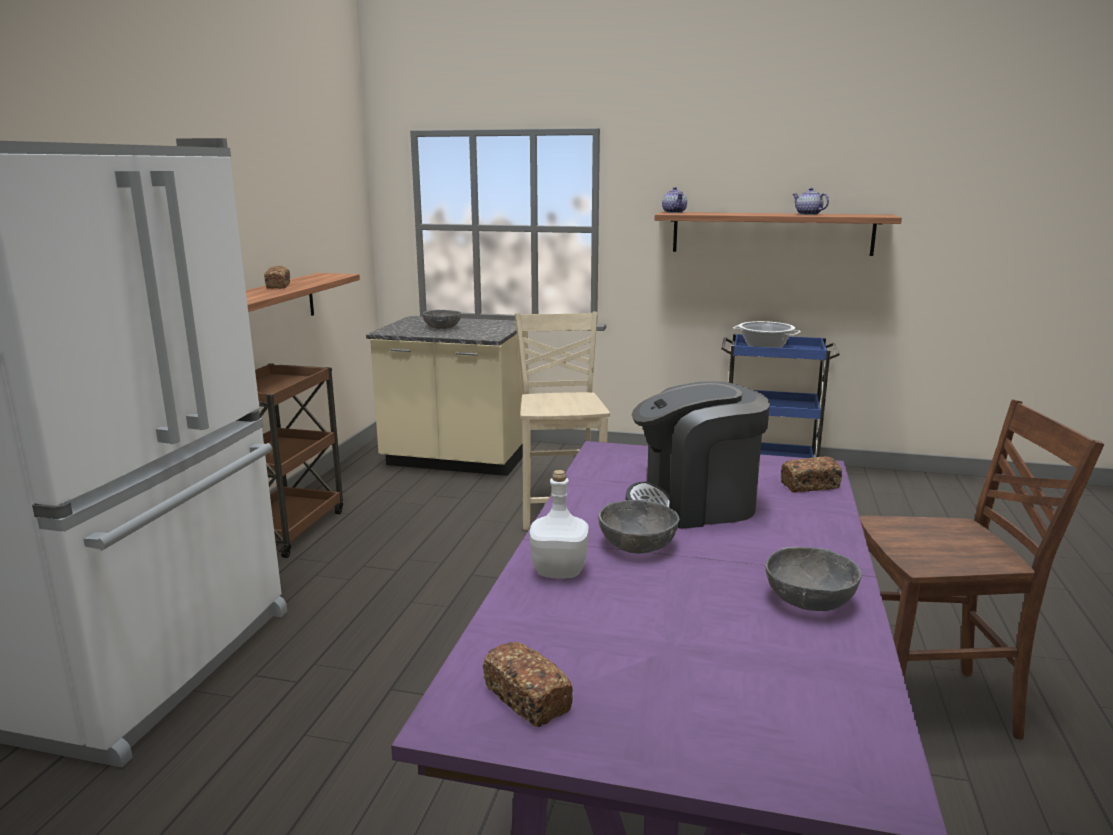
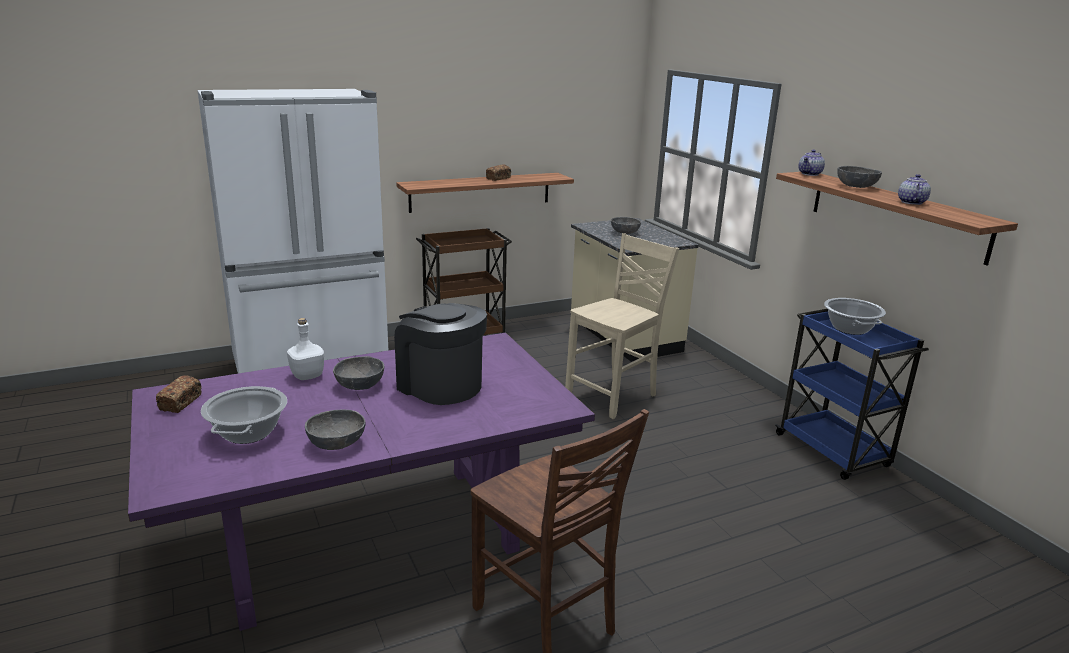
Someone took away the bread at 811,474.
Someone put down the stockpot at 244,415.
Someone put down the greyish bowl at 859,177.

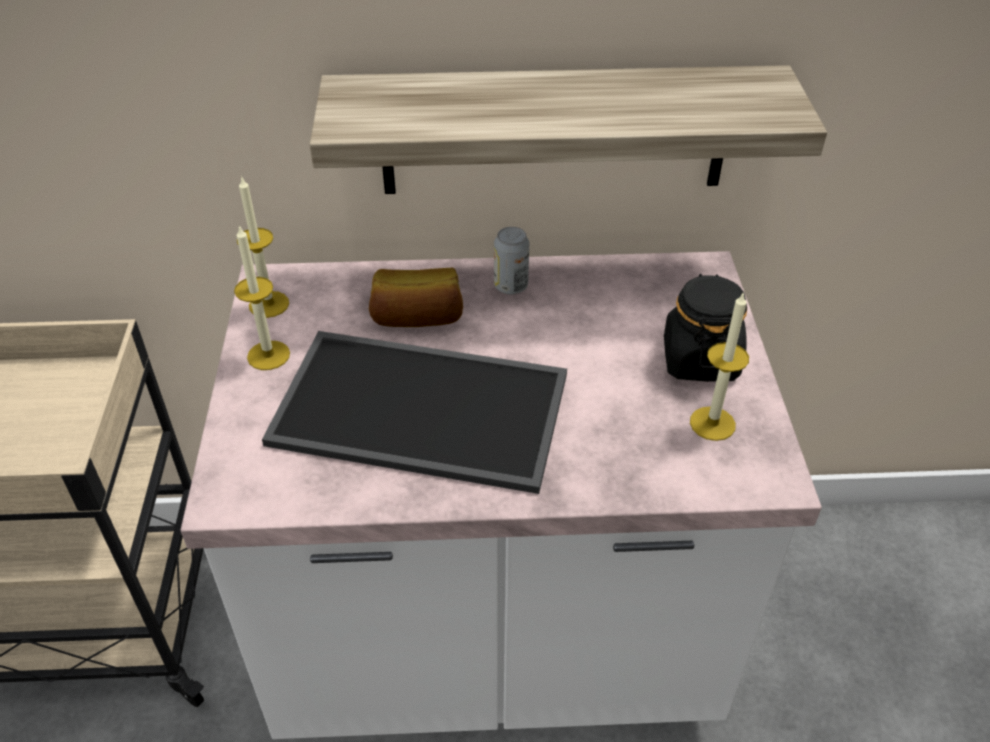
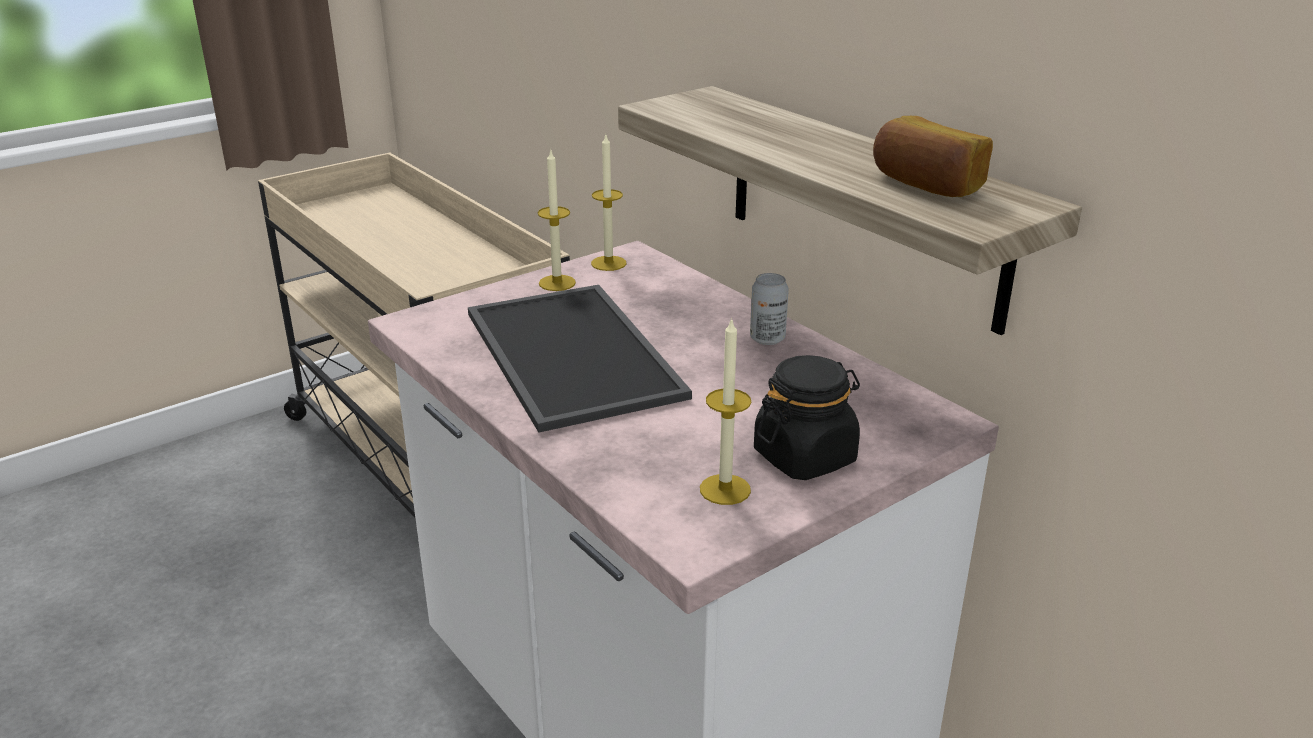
Someone carried the bread from 416,297 to 933,156.

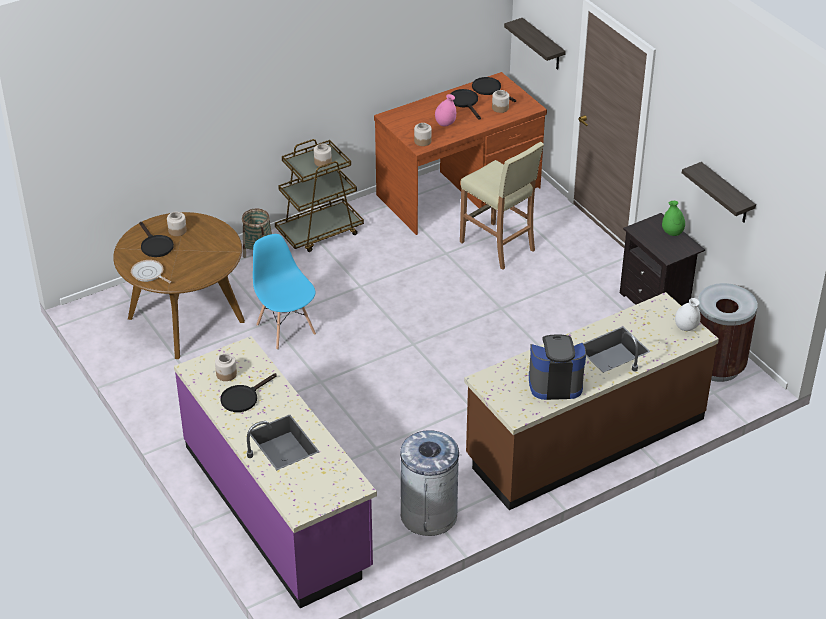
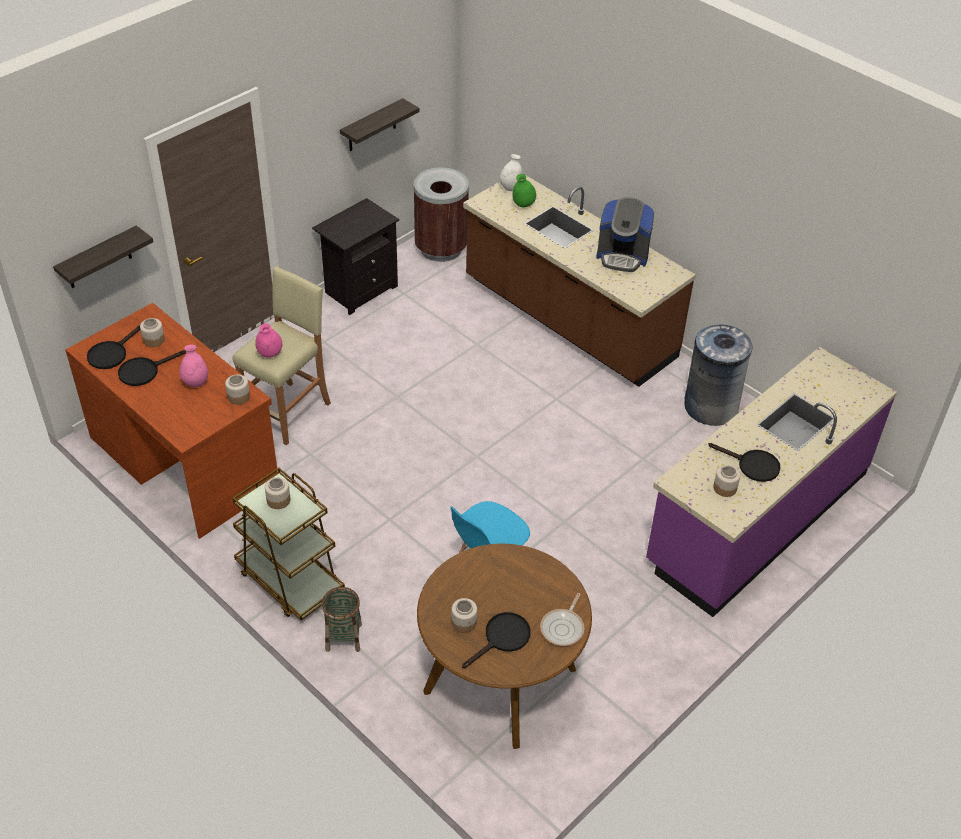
Someone rotated the coffee machine at 557,367 by 60 degrees counterclockwise.
Someone carried the greenish decorative vase from 673,218 to 524,190.
Someone put down the pink decorative vase at 269,340.

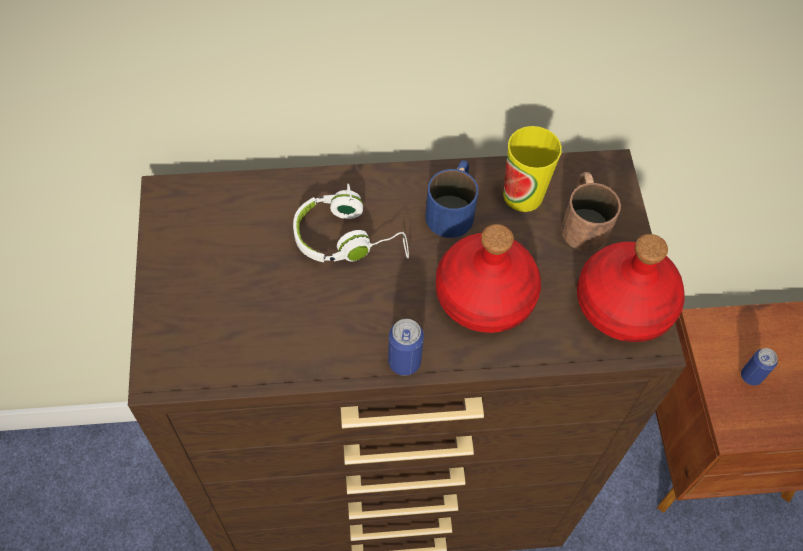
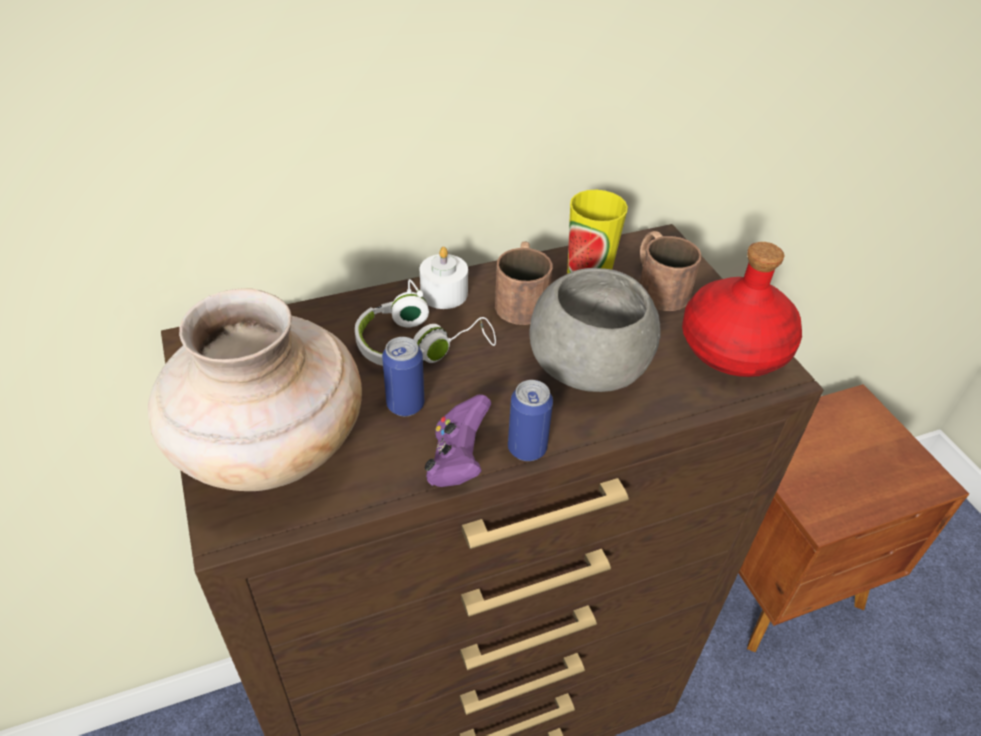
Someone repainted the bluish mug at 452,199, which became the brown mug at 523,283.
Someone swapped the reddish beverage bottle at 488,278 for the greyish bowl at 595,330.
Someone carried the sealed can from 759,367 to 403,376.
Someone put down the sand-coloured decorative vase at 255,390.
Someone put down the white-coloured wax light at 444,278.
Someone put down the purple-coloured game controller at 457,440.

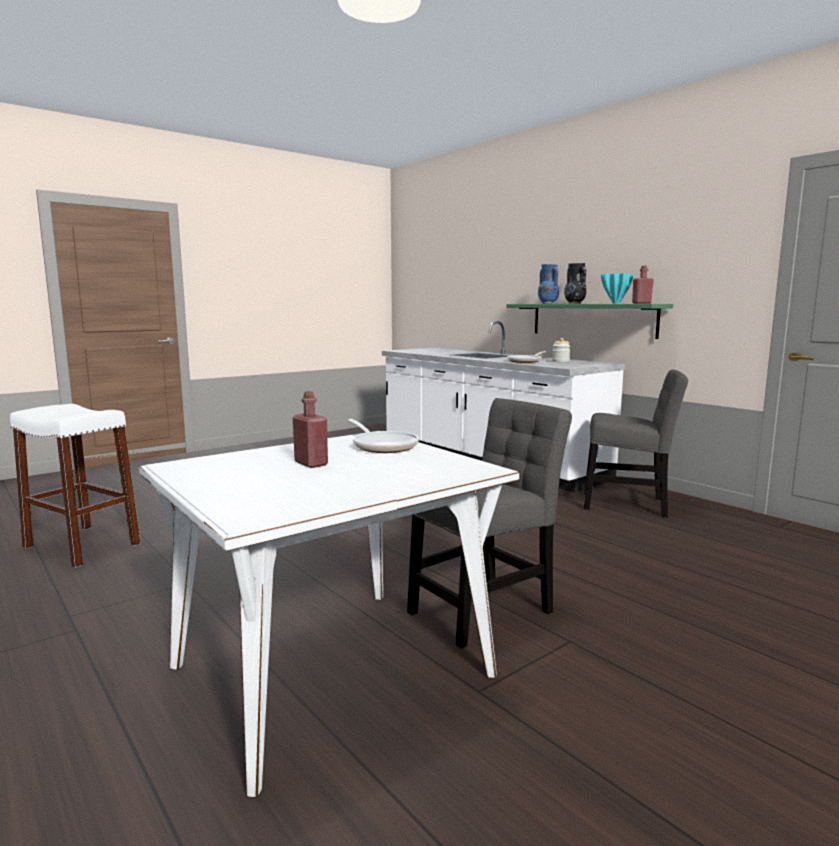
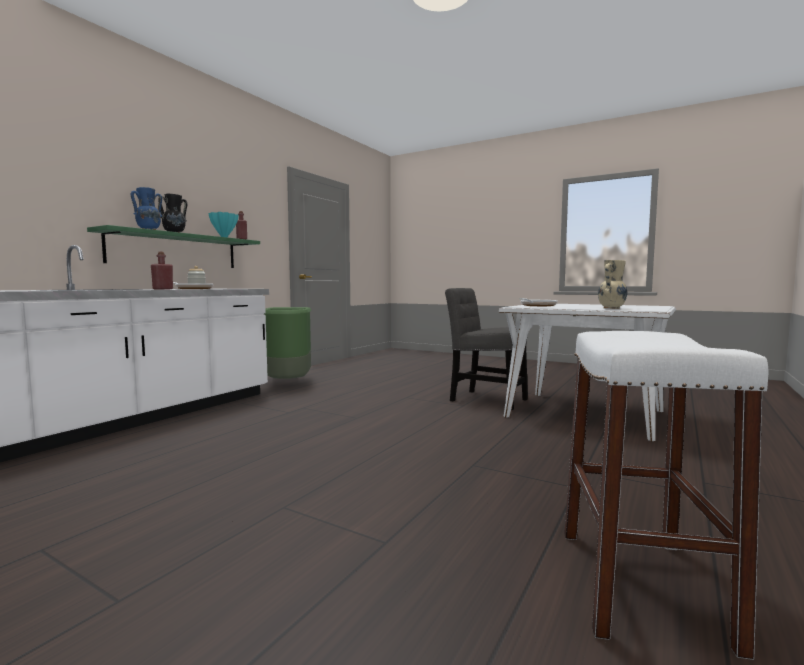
Someone carried the reddish beverage bottle from 310,429 to 162,270.
Someone swapped the greyish chair at 636,443 for the greenish trash can at 287,343.
Someone put down the sand-coloured decorative vase at 612,284.

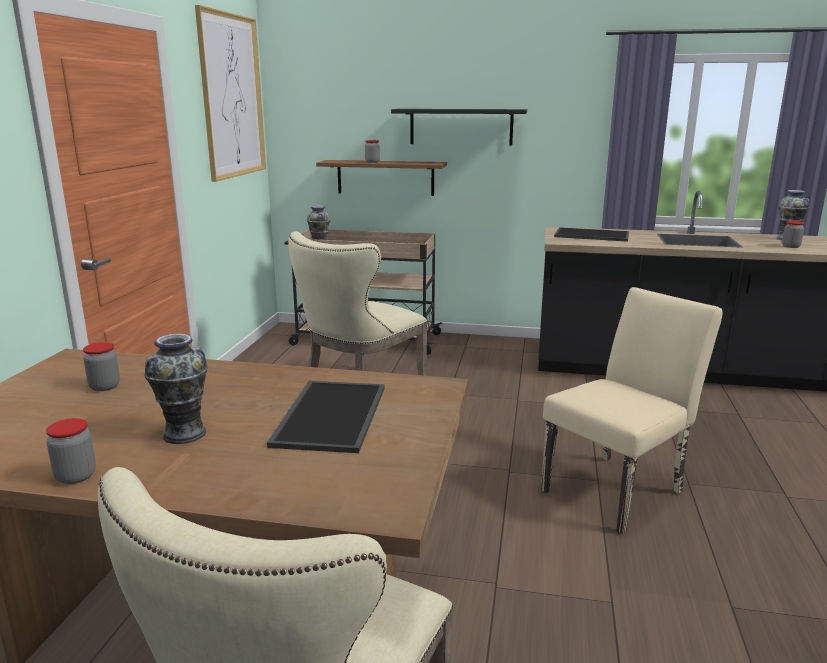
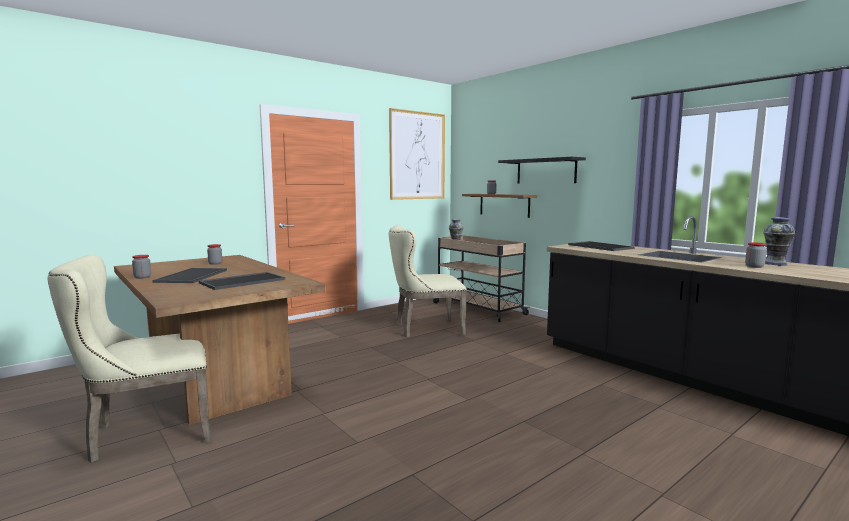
Someone swapped the decorative vase at 176,389 for the carrying tray at 189,275.
Someone took away the sand-coloured chair at 632,410.

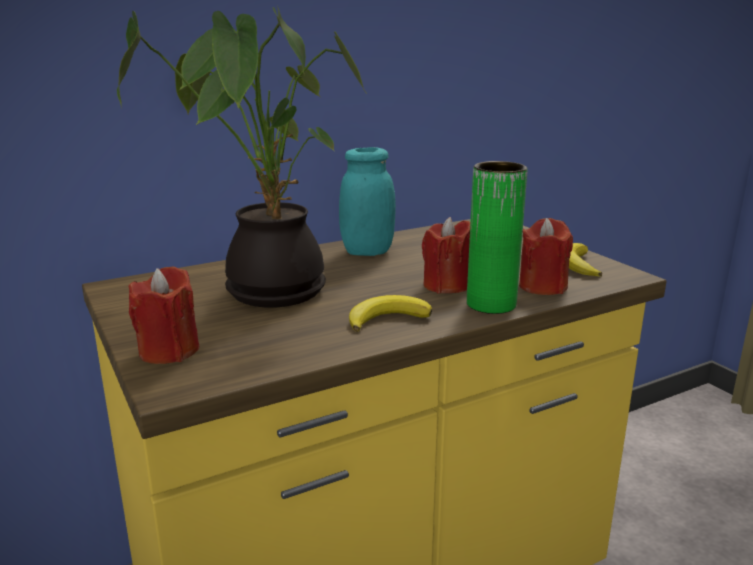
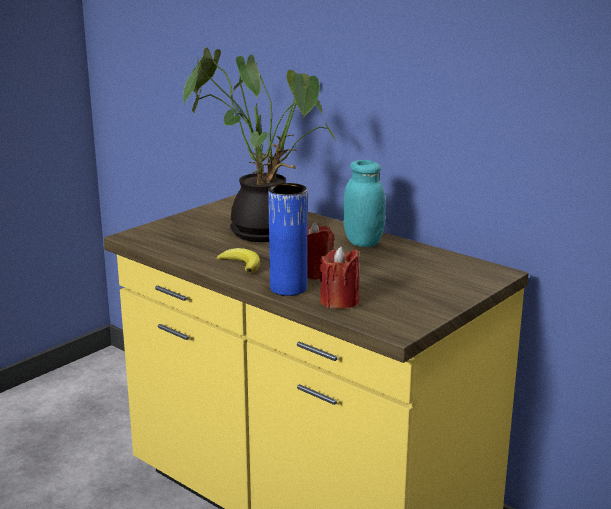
Someone took away the reddish wax light at 164,315.
Someone repainted the greenish decorative vase at 497,237, which became the bluish decorative vase at 287,239.
Someone took away the banana at 585,260.

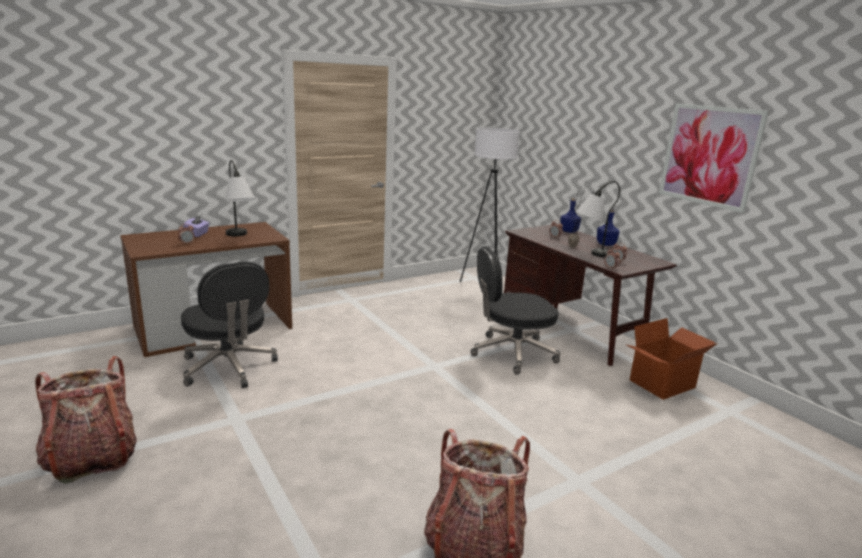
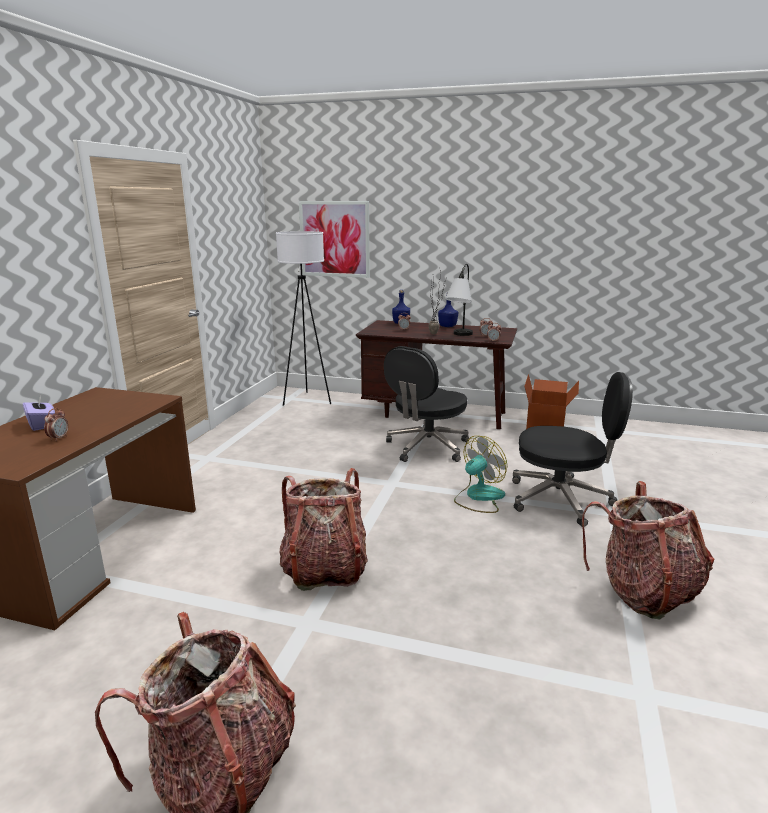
Someone carried the black-coloured office chair from 229,324 to 572,449.
Someone took away the table lamp at 240,198.
Someone carried the wall art from 714,158 to 334,239.
Someone put down the knapsack at 323,529.
Someone put down the fan at 480,474.

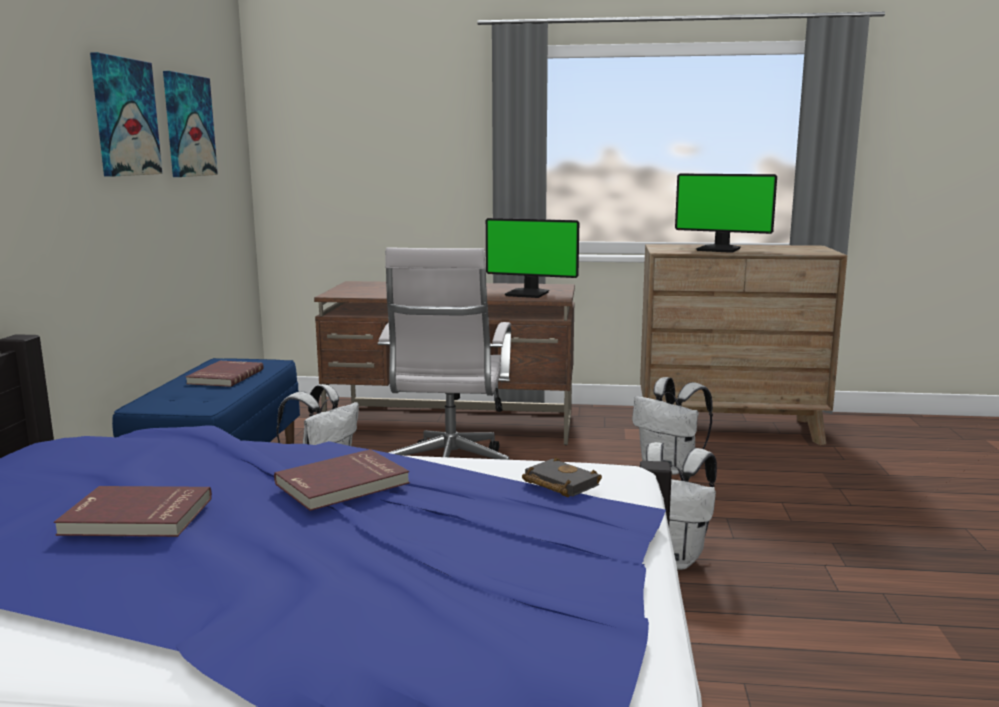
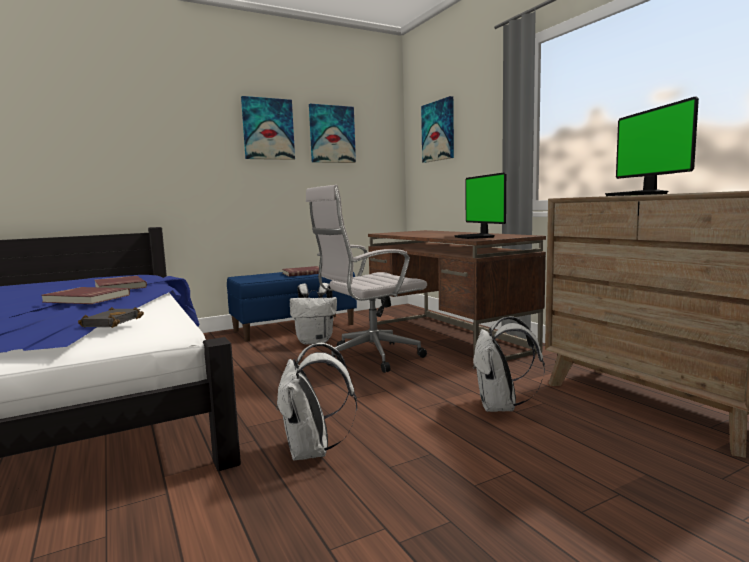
Someone carried the reddish volume from 133,511 to 121,282.
Someone put up the wall art at 437,129.

